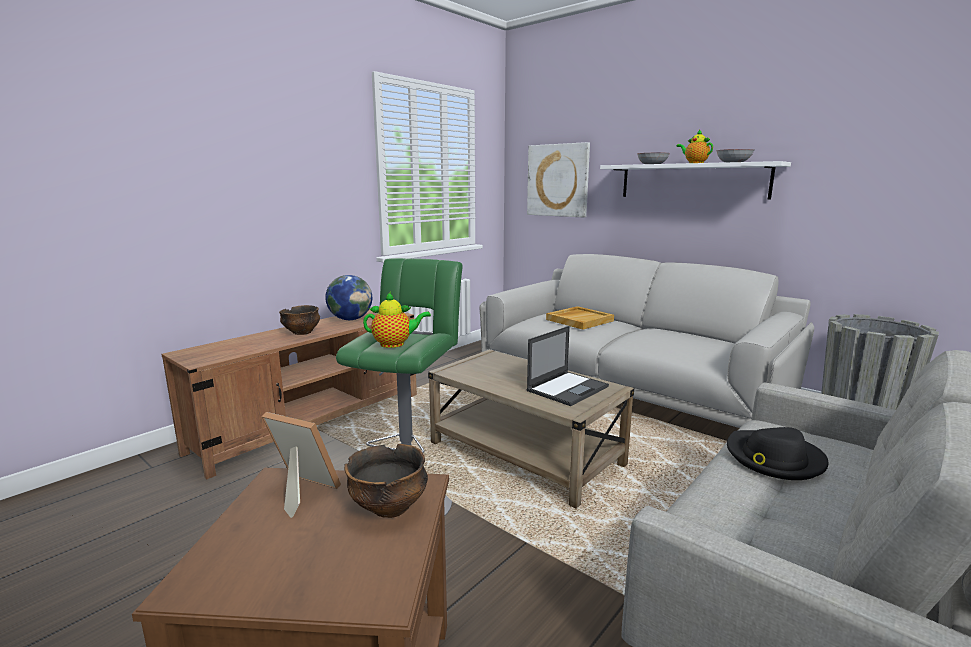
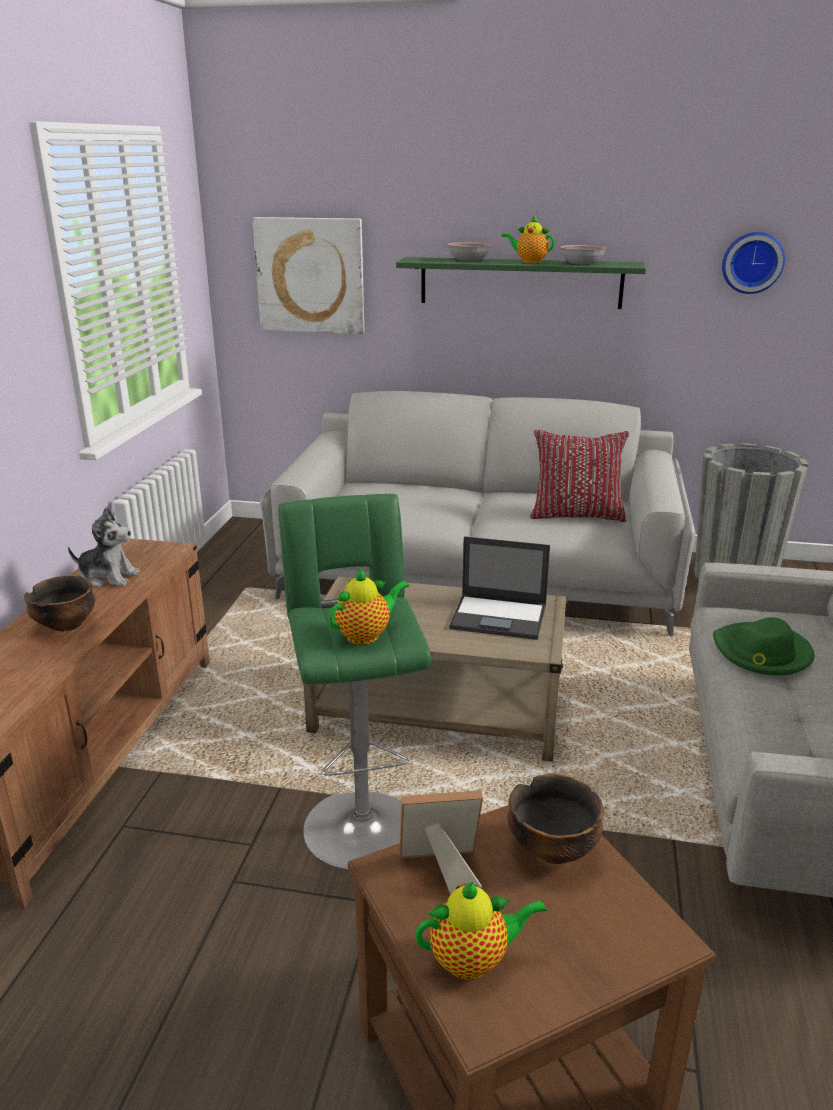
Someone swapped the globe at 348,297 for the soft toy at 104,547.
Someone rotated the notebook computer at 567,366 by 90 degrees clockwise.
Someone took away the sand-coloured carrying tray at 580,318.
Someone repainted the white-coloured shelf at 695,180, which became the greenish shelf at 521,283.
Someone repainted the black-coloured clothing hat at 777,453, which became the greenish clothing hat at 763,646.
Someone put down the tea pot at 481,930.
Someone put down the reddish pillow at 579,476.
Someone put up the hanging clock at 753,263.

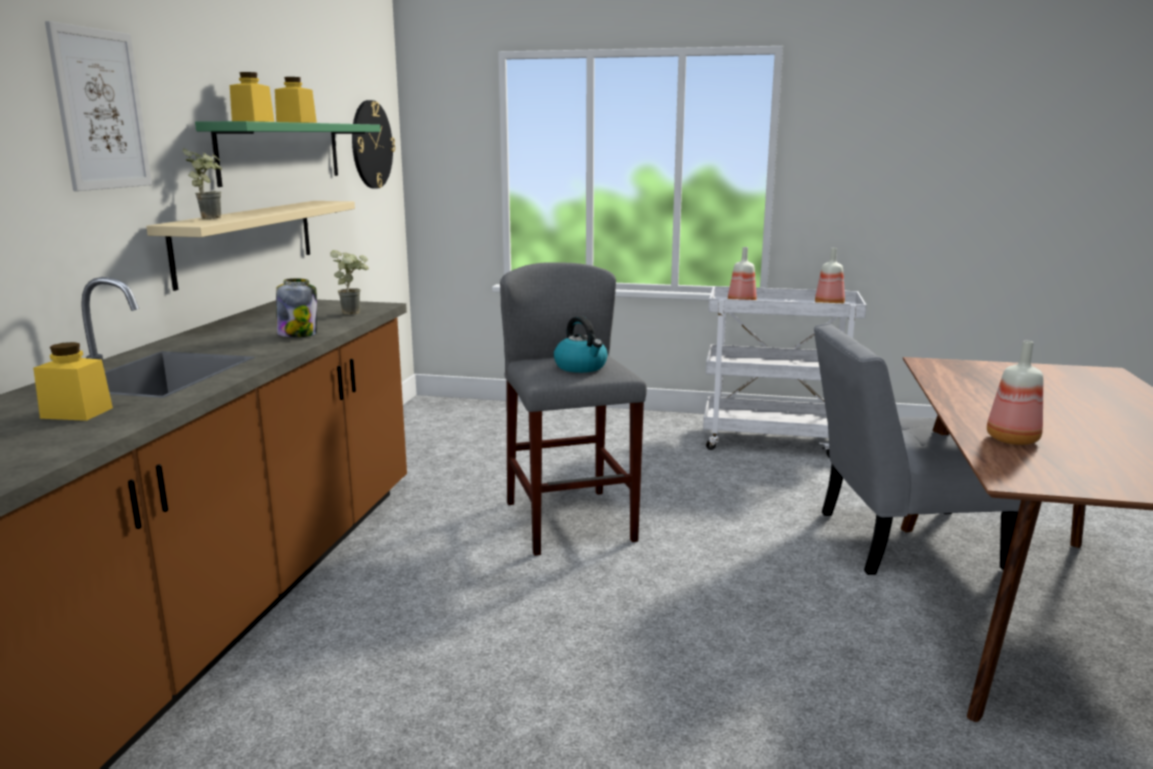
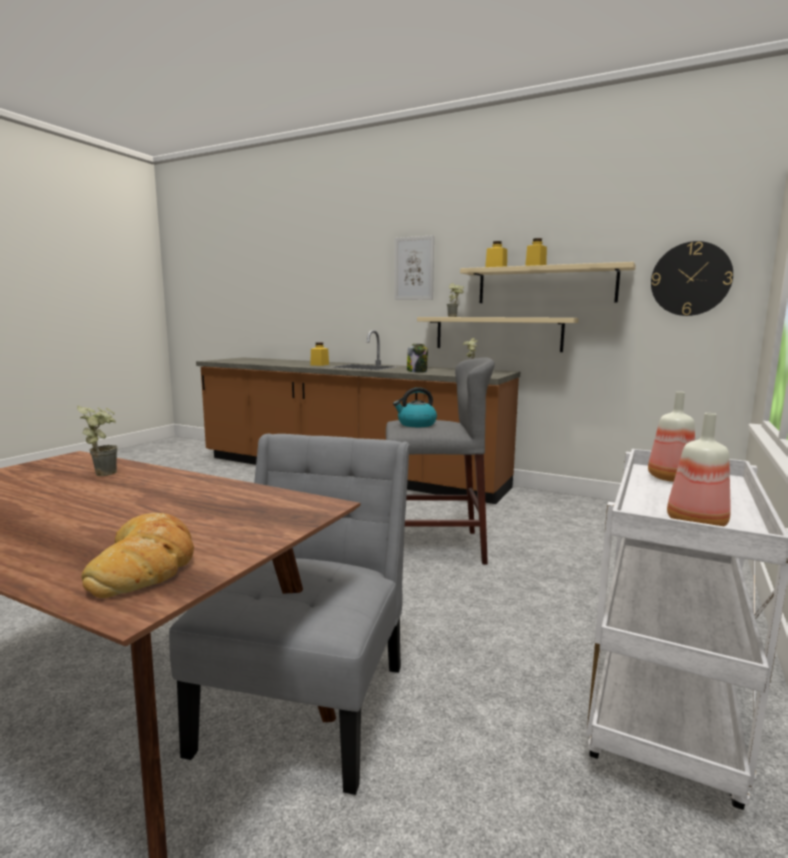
Someone repainted the greenish shelf at 288,154, which became the sand-coloured shelf at 548,282.
Someone swapped the beverage bottle at 1015,393 for the plant in a pot at 97,440.
Someone put down the bread at 138,555.

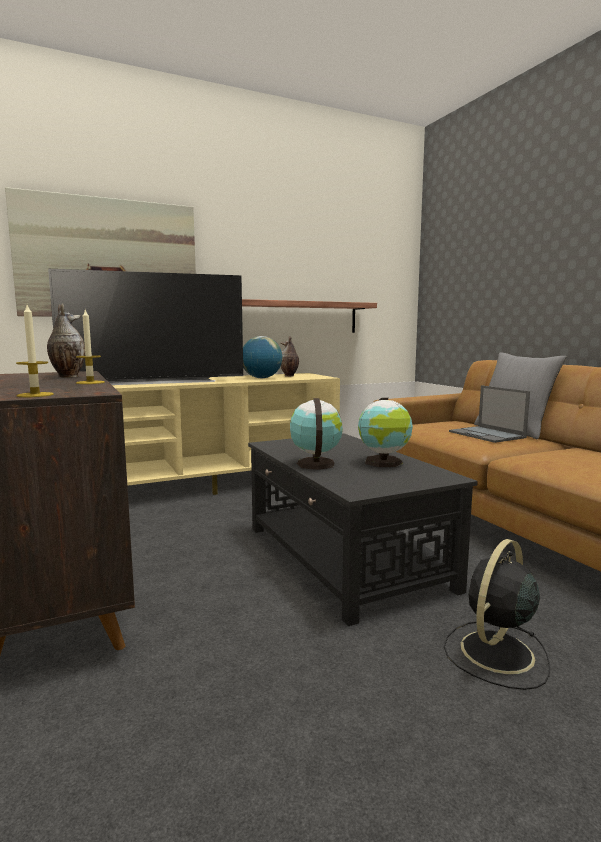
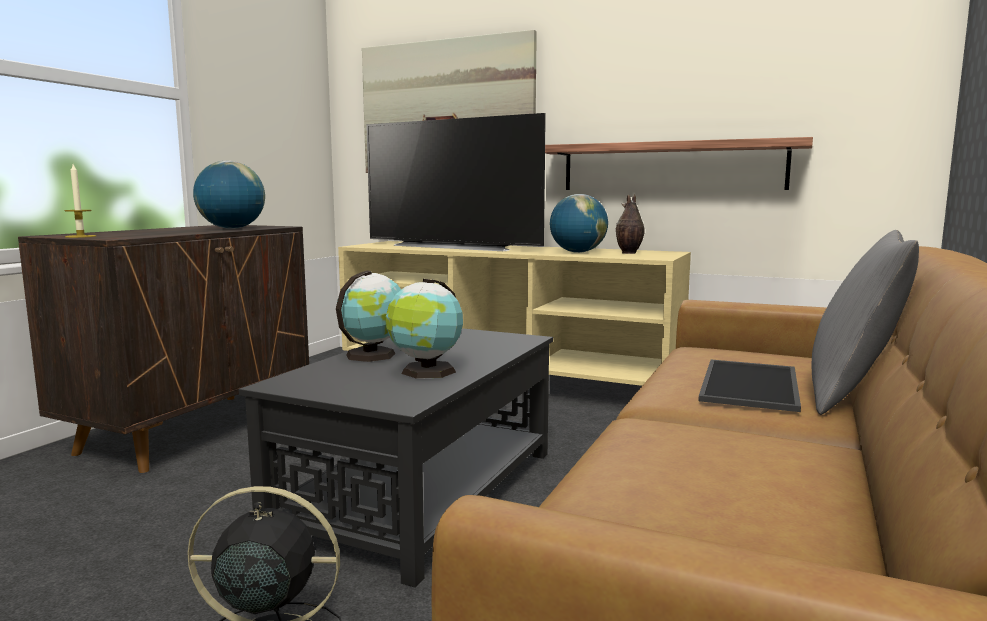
Someone swapped the decorative vase at 66,340 for the globe at 229,195.
Someone took away the wax light at 90,347.
Someone swapped the notebook computer at 489,414 for the carrying tray at 749,386.

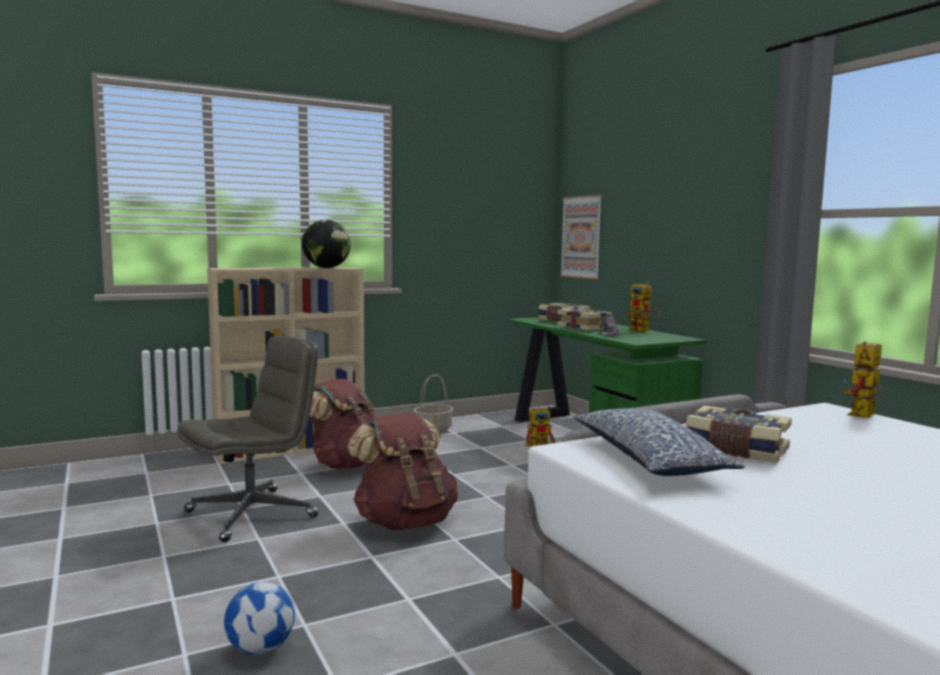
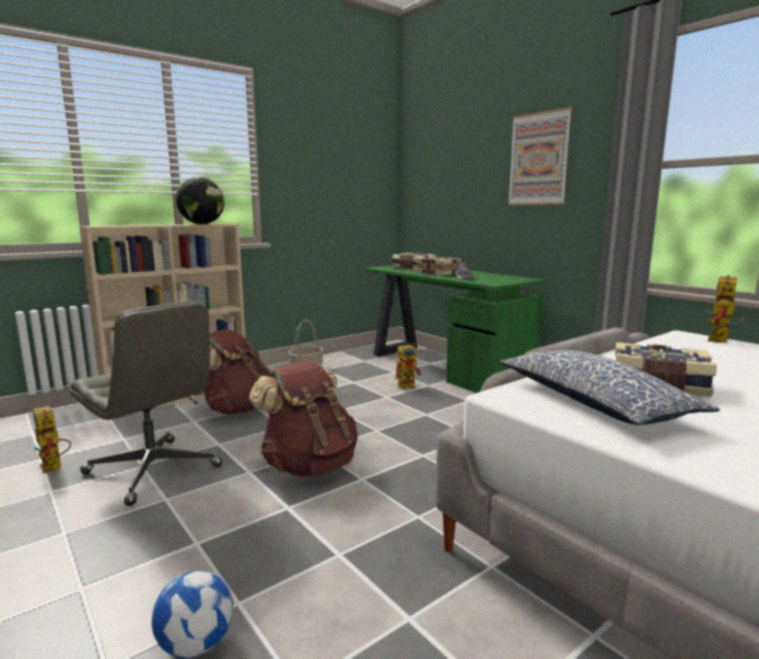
Someone rotated the greyish office chair at 248,439 by 90 degrees clockwise.
Someone carried the wall art from 581,237 to 540,156.
Someone carried the model robot from 643,307 to 52,440.

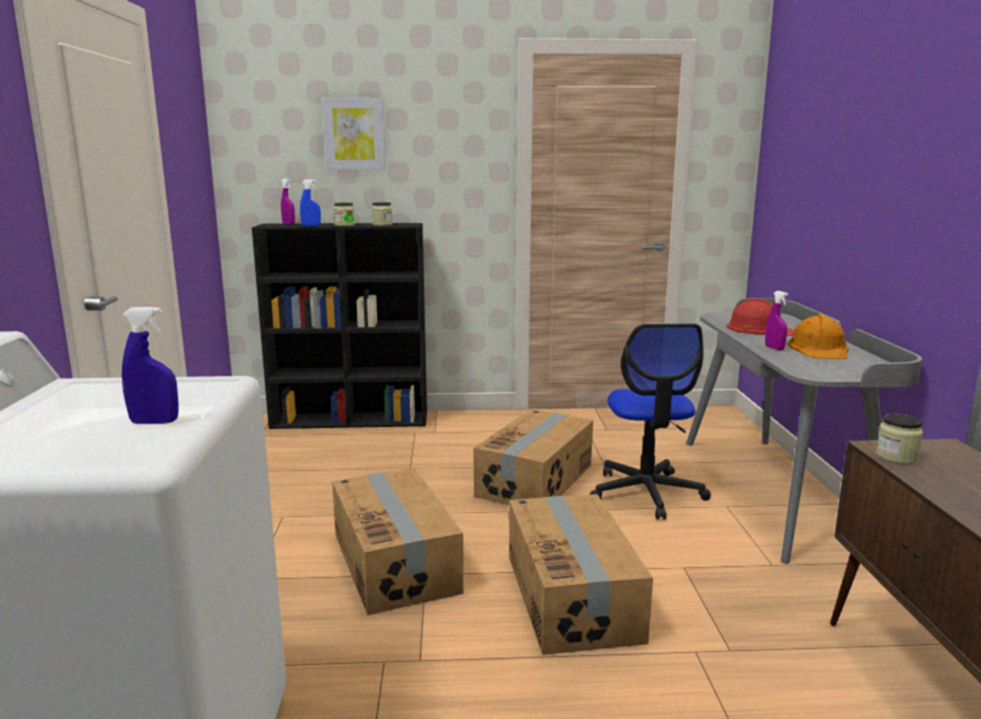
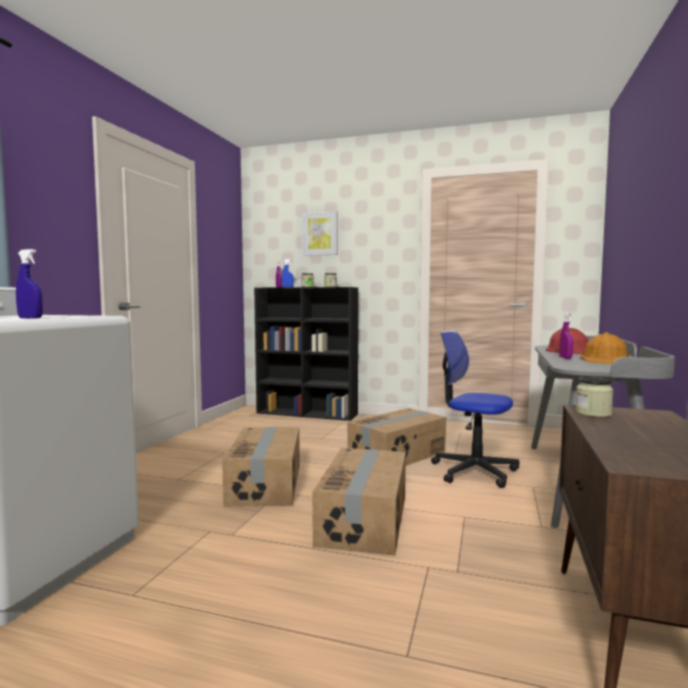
Someone rotated the office chair at 650,422 by 105 degrees clockwise.

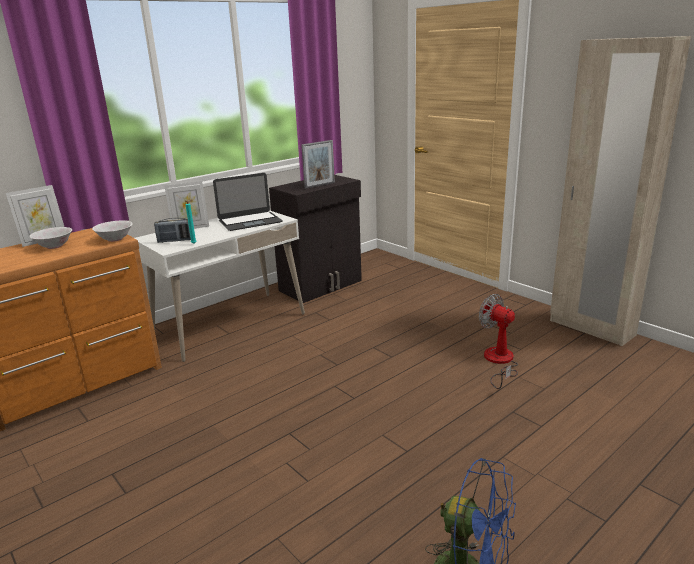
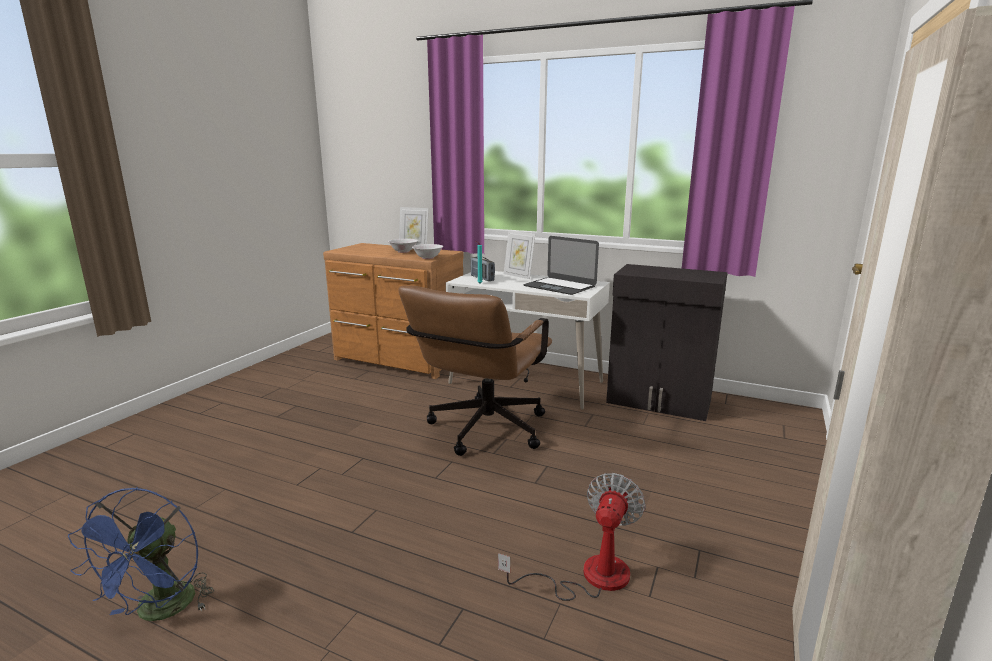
Someone took away the standing frame at 318,164.
Someone put down the brown office chair at 475,370.

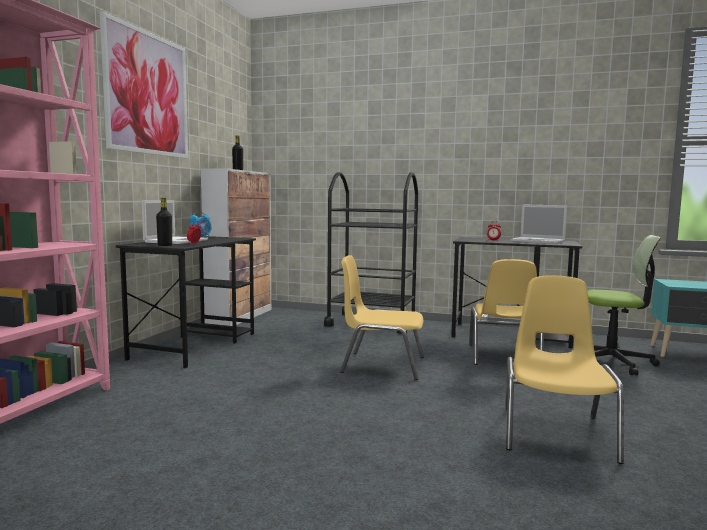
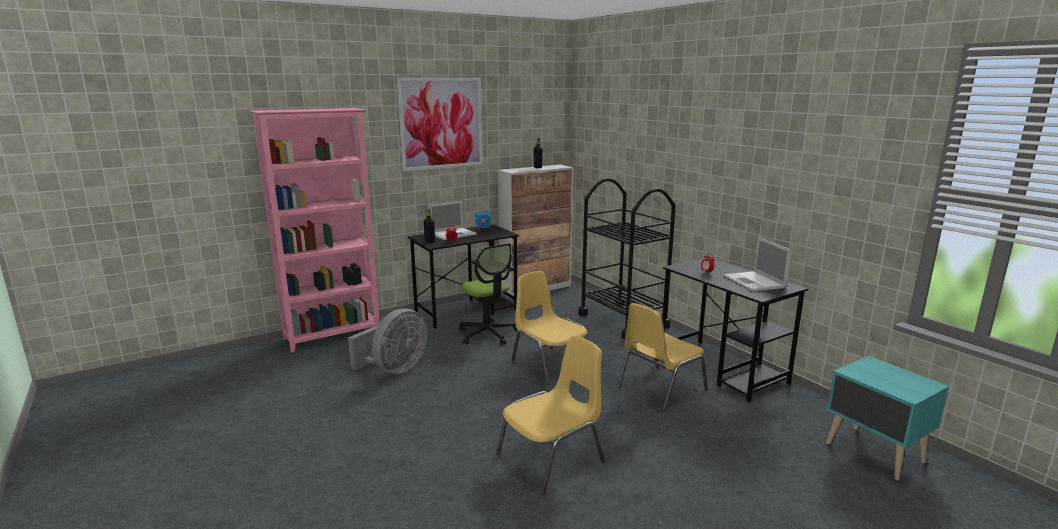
Someone carried the office chair from 617,305 to 488,294.
Someone put down the greyish fan at 387,341.

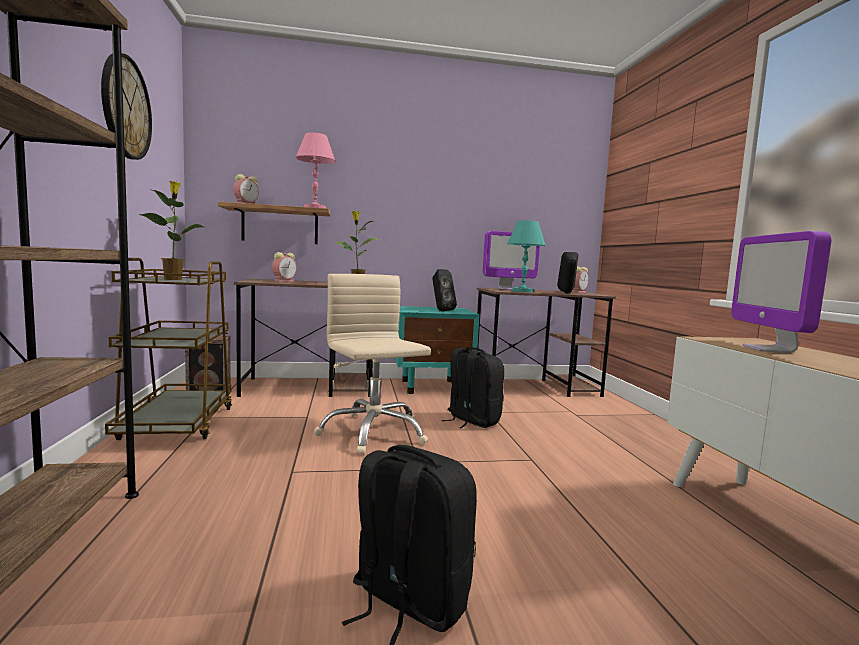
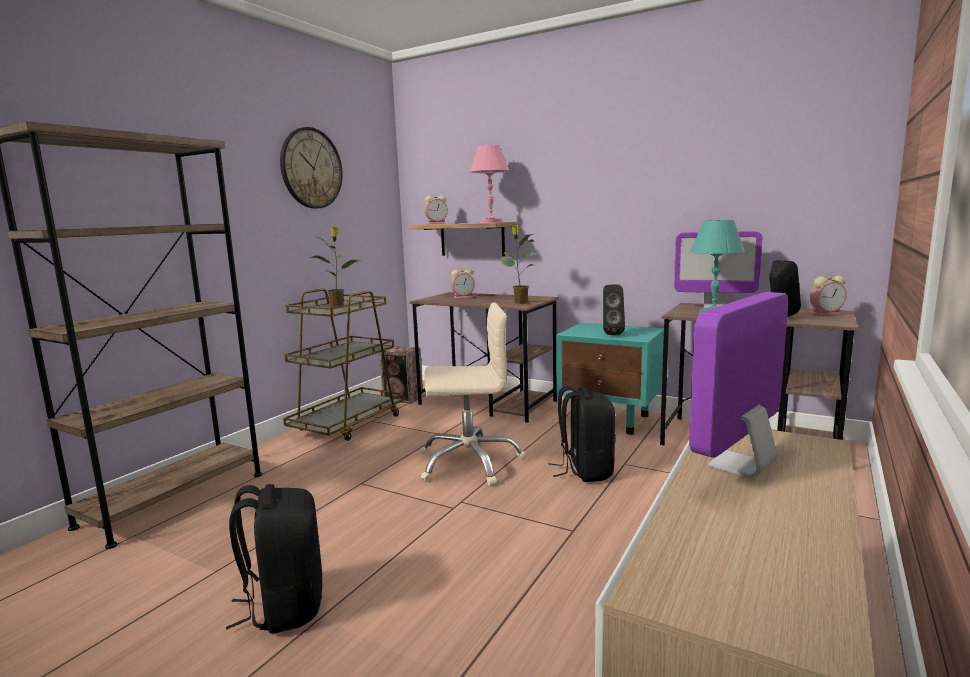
Someone rotated the sand-coloured office chair at 372,364 by 75 degrees clockwise.

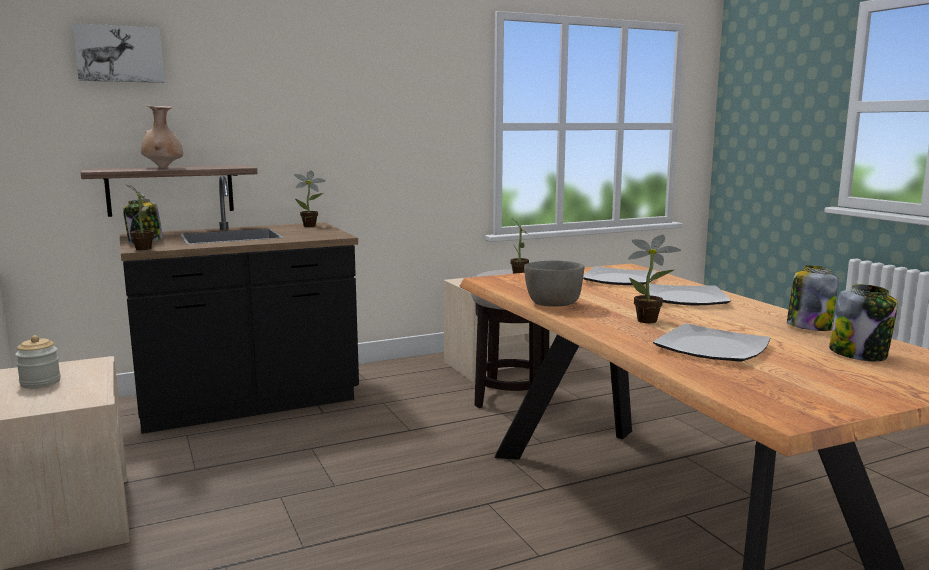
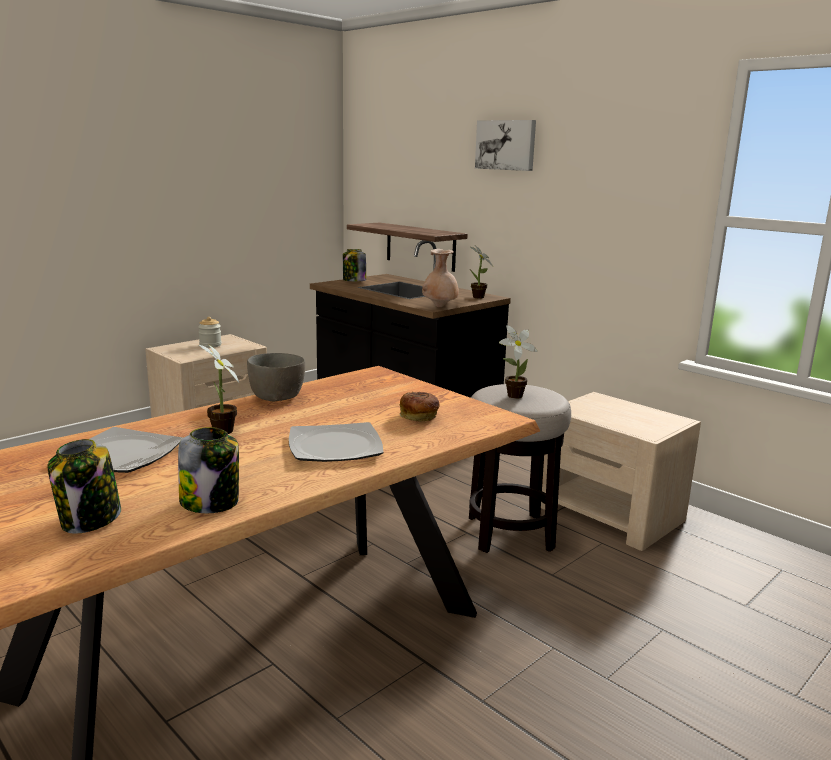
Someone carried the wall art from 118,53 to 505,145.
Someone took away the plant in a pot at 140,215.
Someone carried the sand-coloured decorative vase from 162,137 to 440,278.
Someone swapped the dinner plate at 619,275 for the bread at 420,407.

